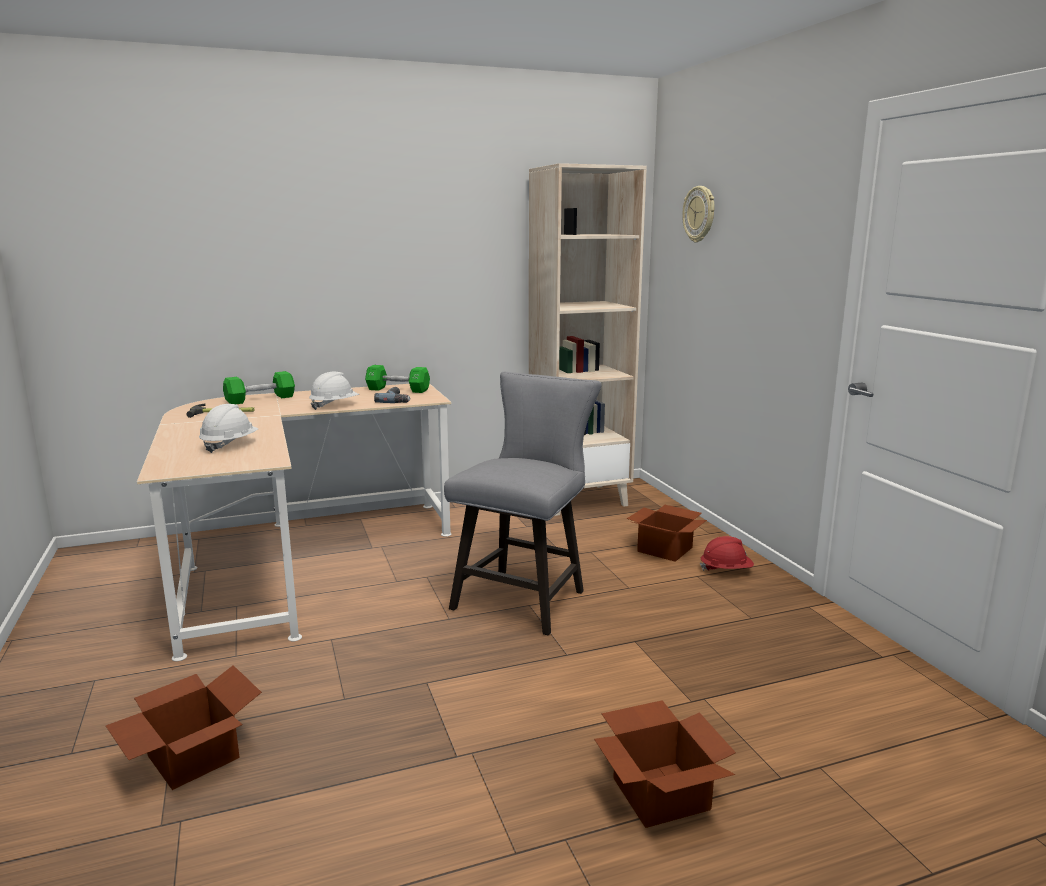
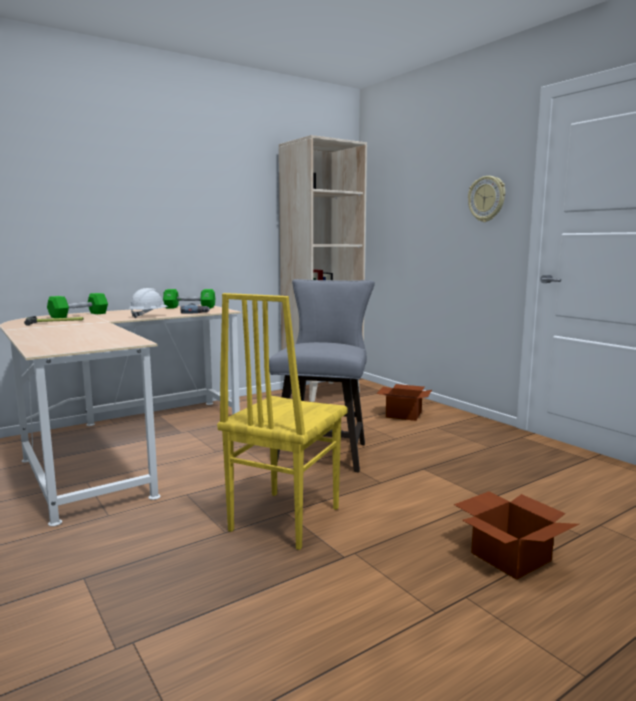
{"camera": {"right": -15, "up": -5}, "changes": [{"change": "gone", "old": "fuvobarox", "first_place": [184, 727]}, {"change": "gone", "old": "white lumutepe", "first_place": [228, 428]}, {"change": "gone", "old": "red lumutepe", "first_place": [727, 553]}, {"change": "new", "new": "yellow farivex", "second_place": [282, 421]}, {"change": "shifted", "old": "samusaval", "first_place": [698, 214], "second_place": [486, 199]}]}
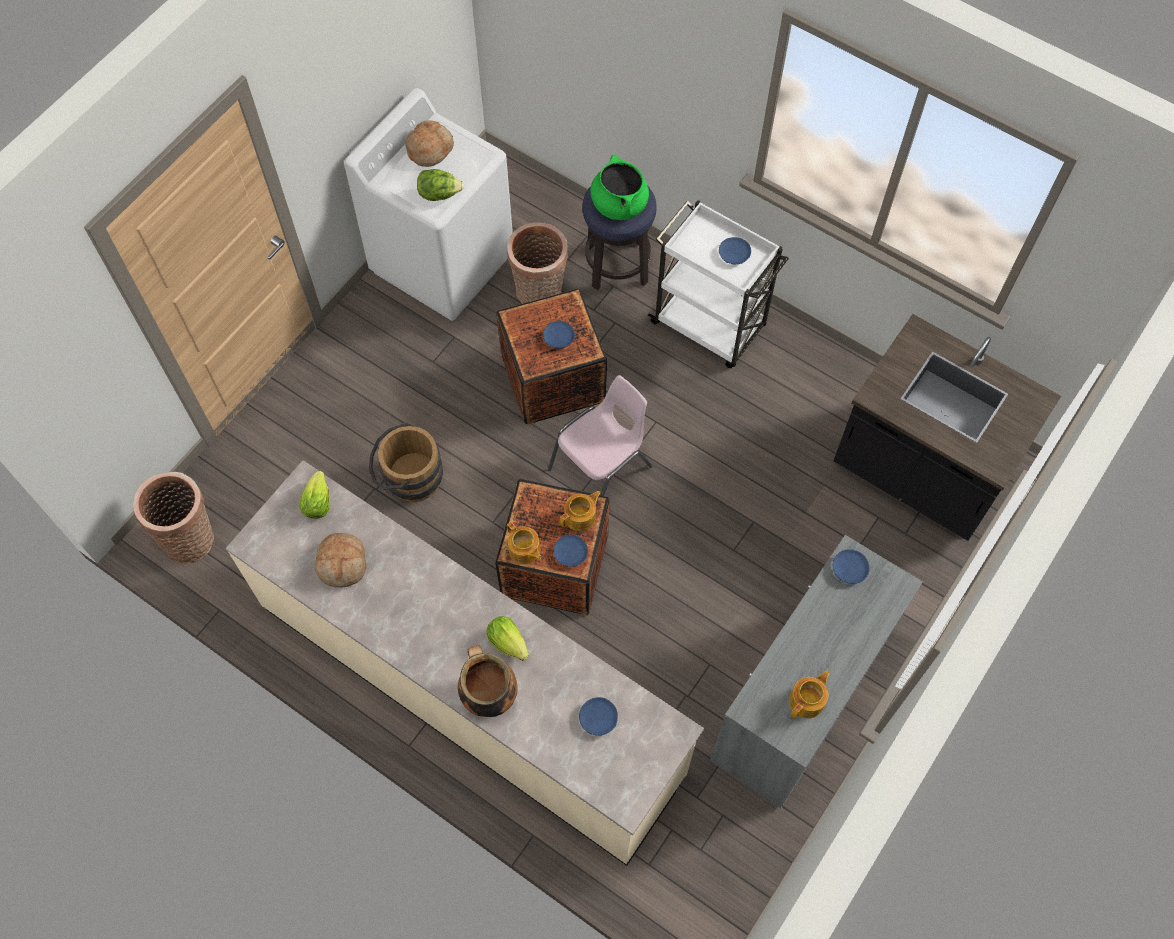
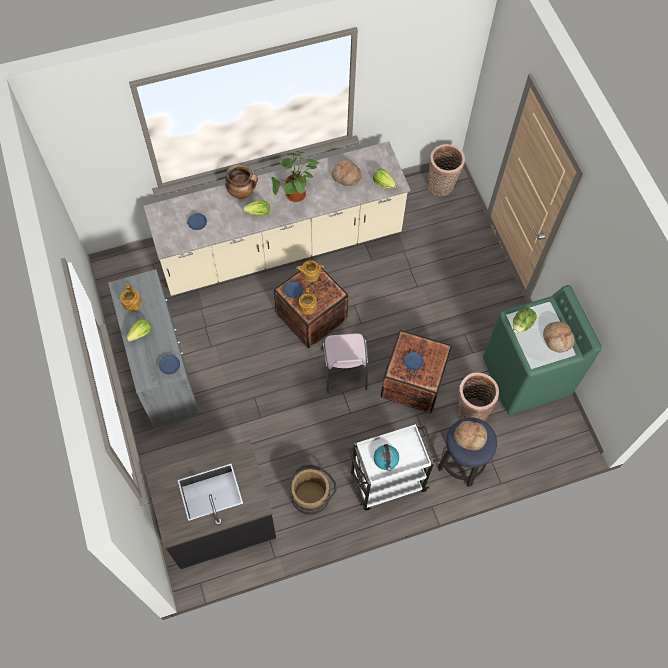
{"camera": {"right": 125, "up": 0}, "changes": [{"change": "new", "new": "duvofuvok", "second_place": [139, 330]}, {"change": "new", "new": "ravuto", "second_place": [295, 176]}, {"change": "shifted", "old": "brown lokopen", "first_place": [406, 462], "second_place": [313, 490]}, {"change": "swapped", "old": "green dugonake", "new": "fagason", "first_place": [619, 187], "second_place": [470, 436]}, {"change": "swapped", "old": "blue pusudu", "new": "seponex", "first_place": [735, 250], "second_place": [386, 457]}, {"change": "repainted", "old": "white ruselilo", "new": "green ruselilo", "first_place": [428, 204], "second_place": [542, 350]}]}
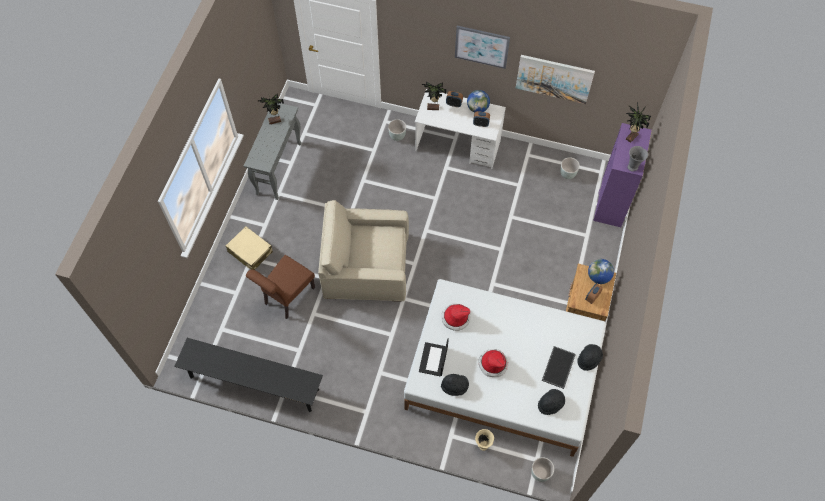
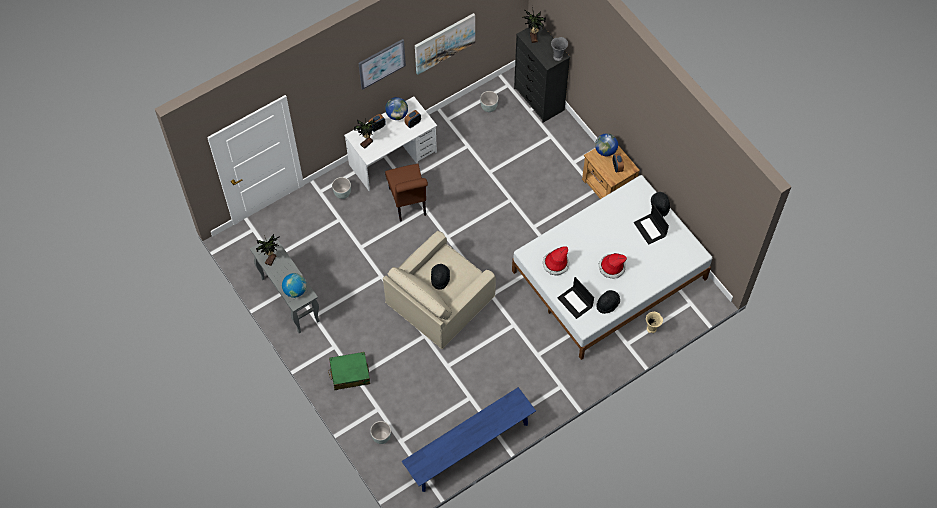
{"camera": {"right": -50, "up": 0}, "changes": [{"change": "new", "new": "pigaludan", "second_place": [294, 285]}, {"change": "shifted", "old": "brown farivex", "first_place": [280, 287], "second_place": [406, 193]}, {"change": "shifted", "old": "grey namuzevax", "first_place": [542, 469], "second_place": [380, 432]}, {"change": "shifted", "old": "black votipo", "first_place": [551, 402], "second_place": [440, 277]}, {"change": "swapped", "old": "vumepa", "new": "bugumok", "first_place": [559, 367], "second_place": [651, 224]}, {"change": "repainted", "old": "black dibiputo", "new": "blue dibiputo", "first_place": [248, 375], "second_place": [469, 439]}, {"change": "repainted", "old": "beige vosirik", "new": "green vosirik", "first_place": [249, 248], "second_place": [349, 371]}, {"change": "repainted", "old": "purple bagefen", "new": "black bagefen", "first_place": [622, 175], "second_place": [542, 74]}]}
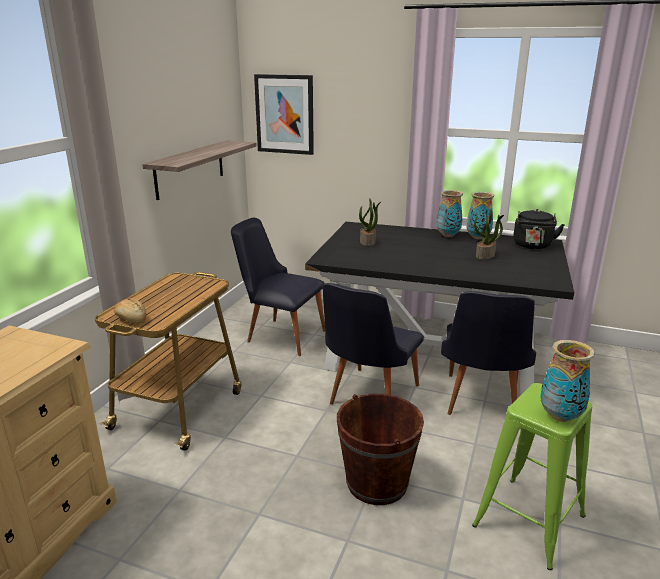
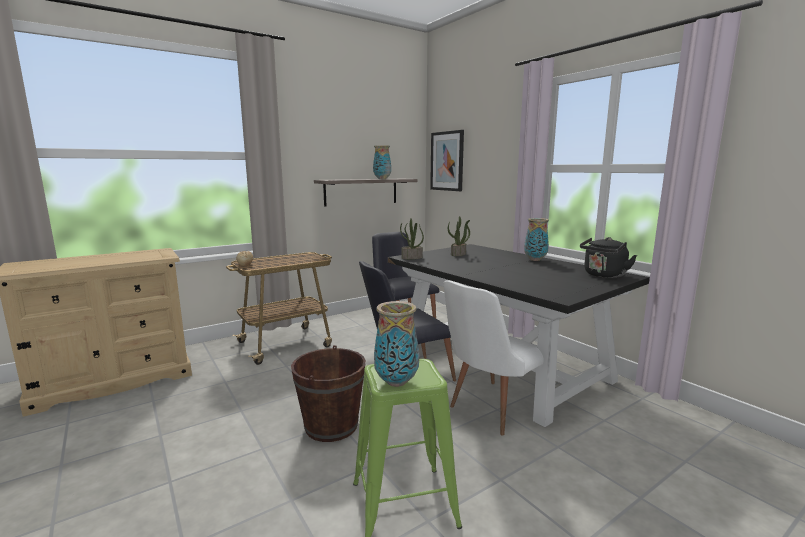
{"camera": {"right": 35, "up": -10}, "changes": [{"change": "shifted", "old": "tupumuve", "first_place": [480, 216], "second_place": [382, 162]}, {"change": "shifted", "old": "ravuto", "first_place": [489, 234], "second_place": [412, 238]}, {"change": "repainted", "old": "black farivex", "new": "white farivex", "first_place": [488, 353], "second_place": [493, 358]}]}
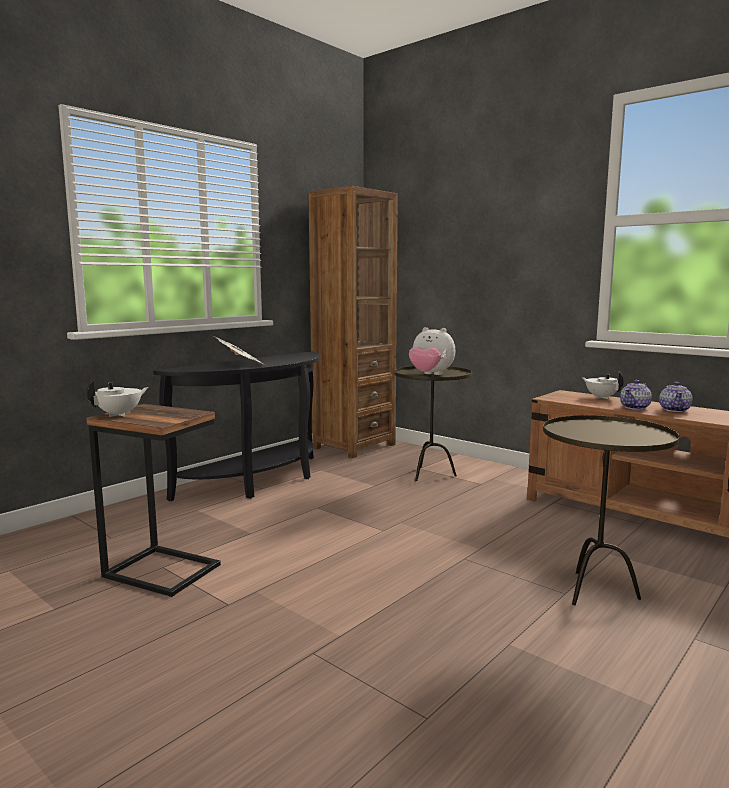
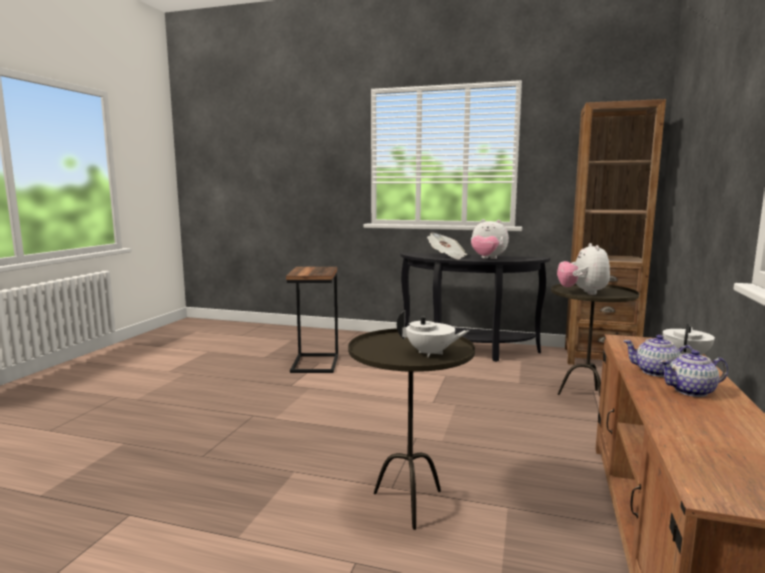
{"camera": {"right": 65, "up": 0}, "changes": [{"change": "new", "new": "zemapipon", "second_place": [490, 239]}, {"change": "shifted", "old": "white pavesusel", "first_place": [118, 398], "second_place": [433, 333]}]}
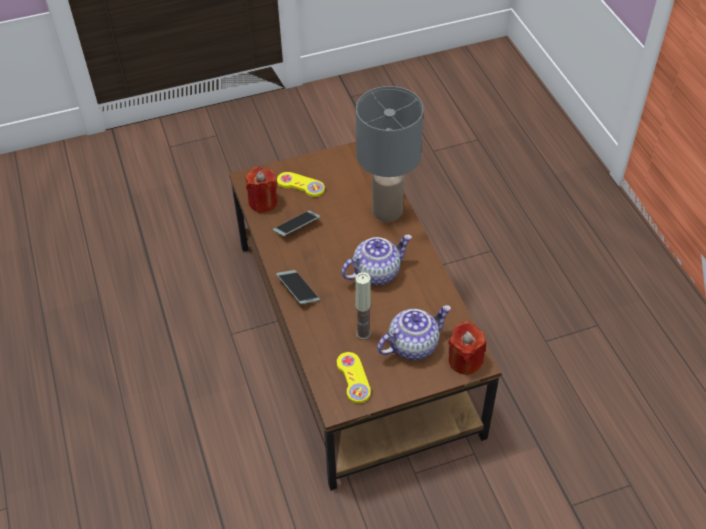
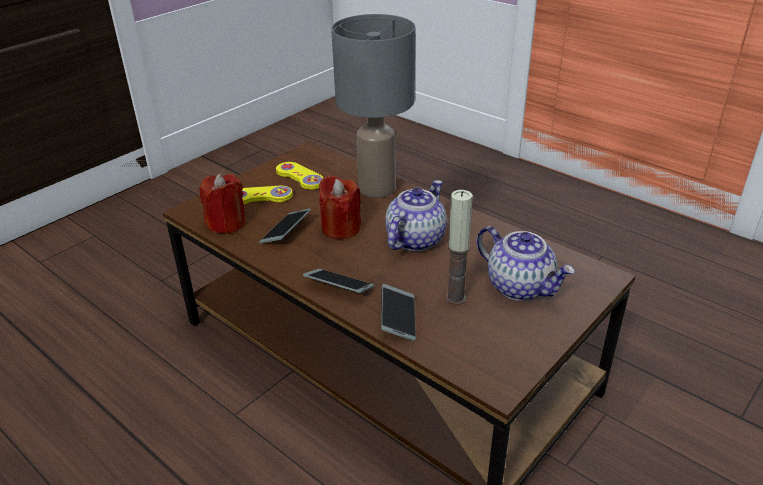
{"camera": {"right": -30, "up": -15}, "changes": [{"change": "new", "new": "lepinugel", "second_place": [398, 312]}, {"change": "shifted", "old": "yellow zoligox", "first_place": [354, 378], "second_place": [300, 176]}, {"change": "shifted", "old": "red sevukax", "first_place": [467, 348], "second_place": [340, 207]}, {"change": "rotated", "old": "pavesusel", "first_place": [414, 332], "second_place": [526, 263], "degrees": 105}]}
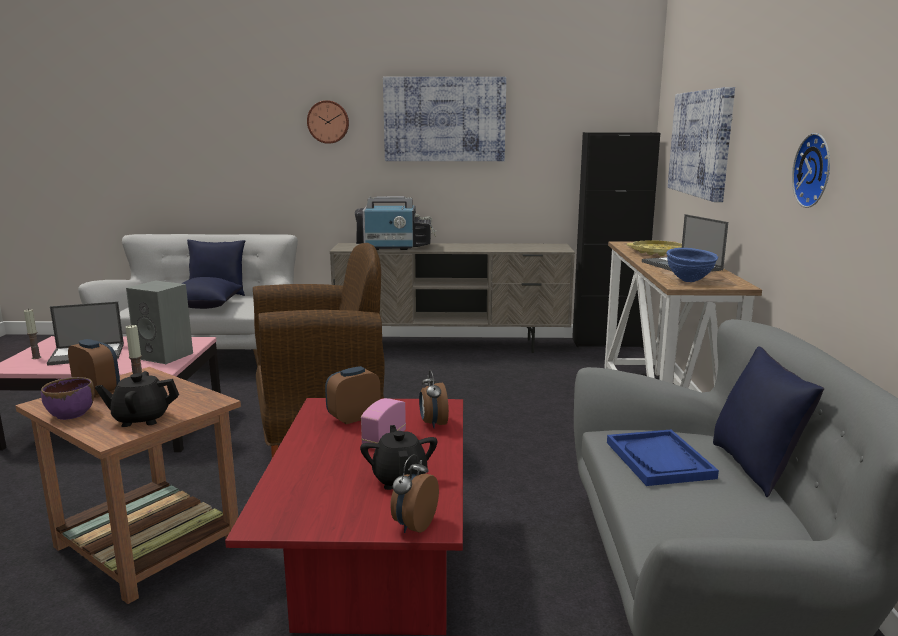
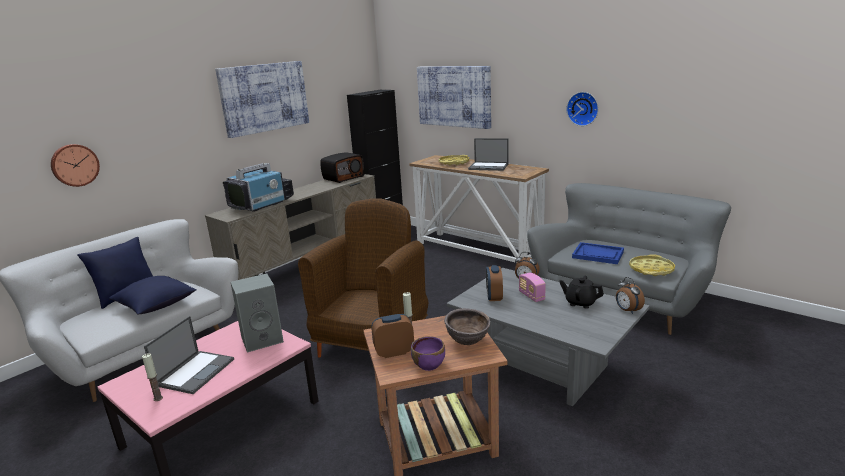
{"camera": {"right": -50, "up": 5}, "changes": [{"change": "gone", "old": "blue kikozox", "first_place": [692, 265]}, {"change": "gone", "old": "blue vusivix", "first_place": [768, 421]}, {"change": "new", "new": "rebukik", "second_place": [342, 167]}, {"change": "new", "new": "yellow vumepa", "second_place": [652, 265]}, {"change": "shifted", "old": "samusaval", "first_place": [328, 122], "second_place": [75, 165]}, {"change": "swapped", "old": "black pavesusel", "new": "brown kikozox", "first_place": [137, 399], "second_place": [467, 326]}, {"change": "repainted", "old": "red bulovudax", "new": "grey bulovudax", "first_place": [344, 516], "second_place": [548, 337]}]}
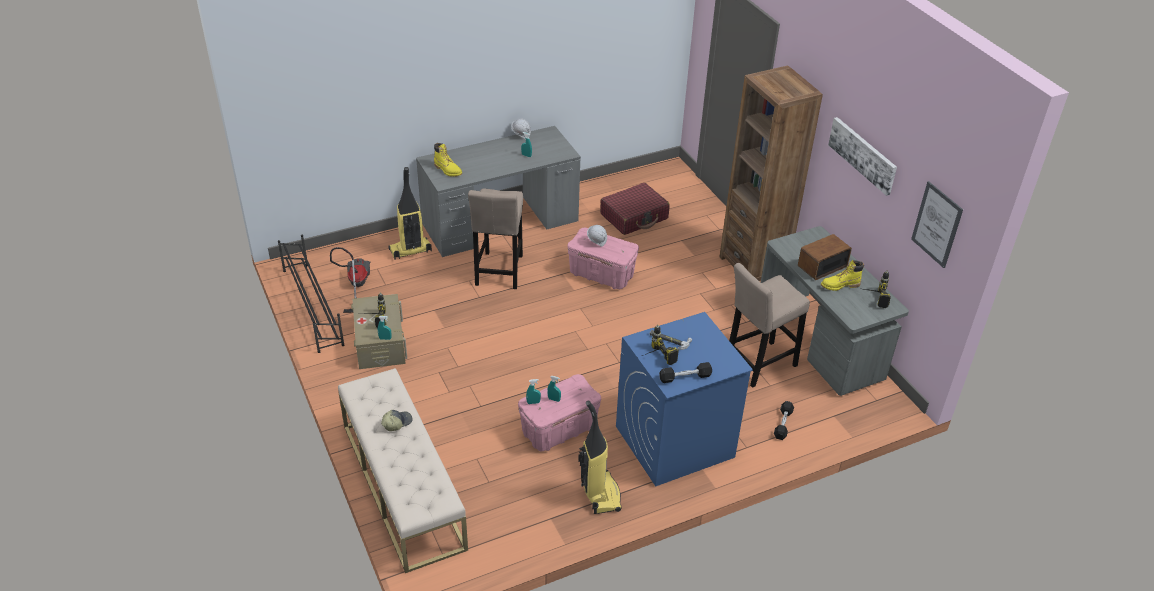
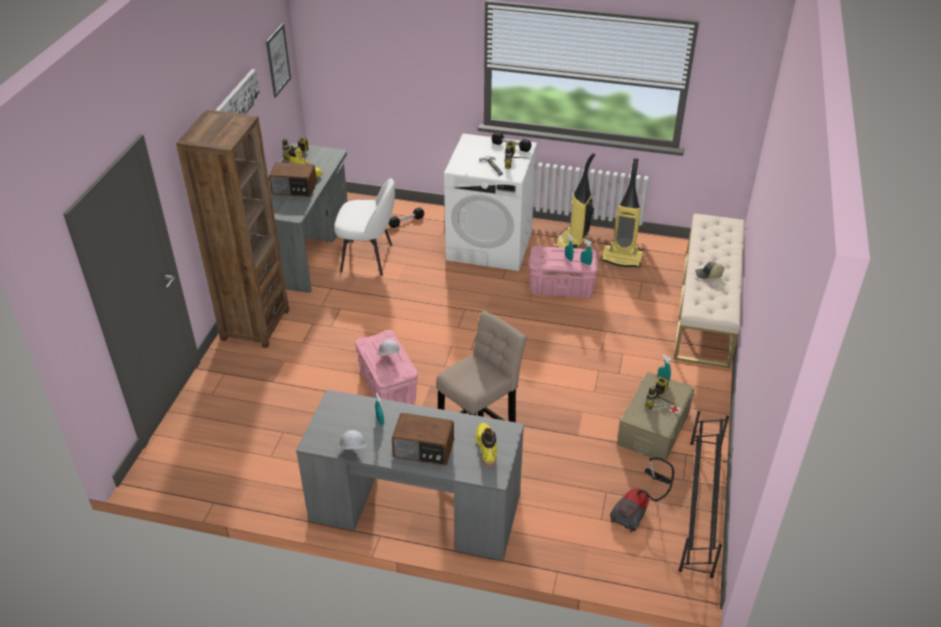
{"camera": {"right": -140, "up": 0}, "changes": [{"change": "gone", "old": "red vosirik", "first_place": [635, 209]}, {"change": "new", "new": "rebukik", "second_place": [423, 439]}, {"change": "shifted", "old": "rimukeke", "first_place": [410, 213], "second_place": [622, 212]}, {"change": "swapped", "old": "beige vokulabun", "new": "white farivex", "first_place": [769, 325], "second_place": [364, 227]}, {"change": "repainted", "old": "blue ruselilo", "new": "white ruselilo", "first_place": [684, 399], "second_place": [490, 202]}]}
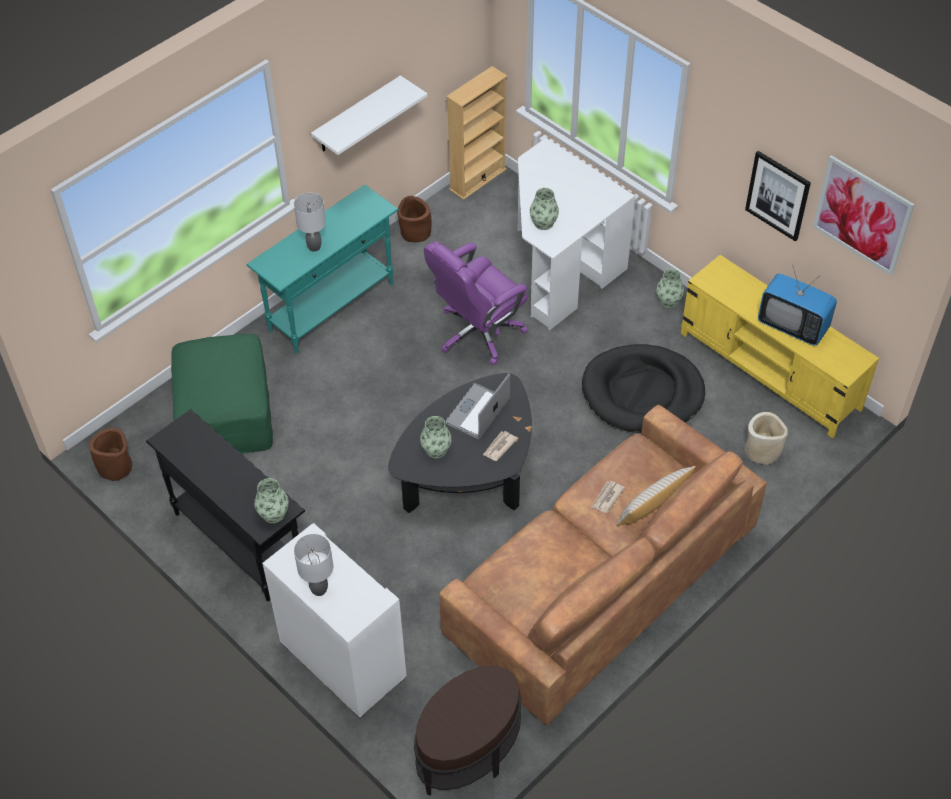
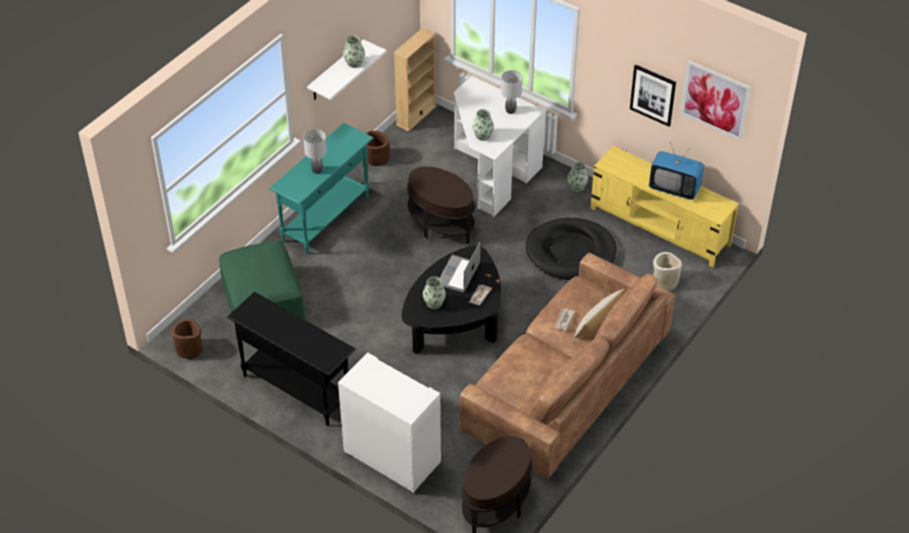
{"camera": {"right": -10, "up": -5}, "changes": [{"change": "shifted", "old": "tupumuve", "first_place": [271, 500], "second_place": [354, 51]}, {"change": "shifted", "old": "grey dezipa", "first_place": [313, 565], "second_place": [511, 92]}, {"change": "swapped", "old": "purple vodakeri", "new": "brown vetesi", "first_place": [476, 303], "second_place": [441, 205]}]}
